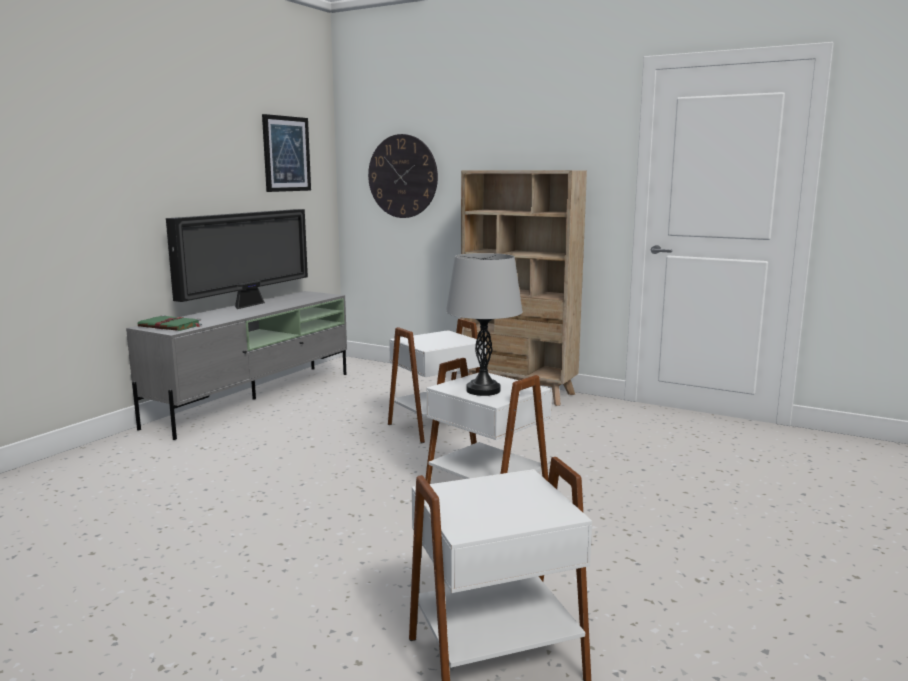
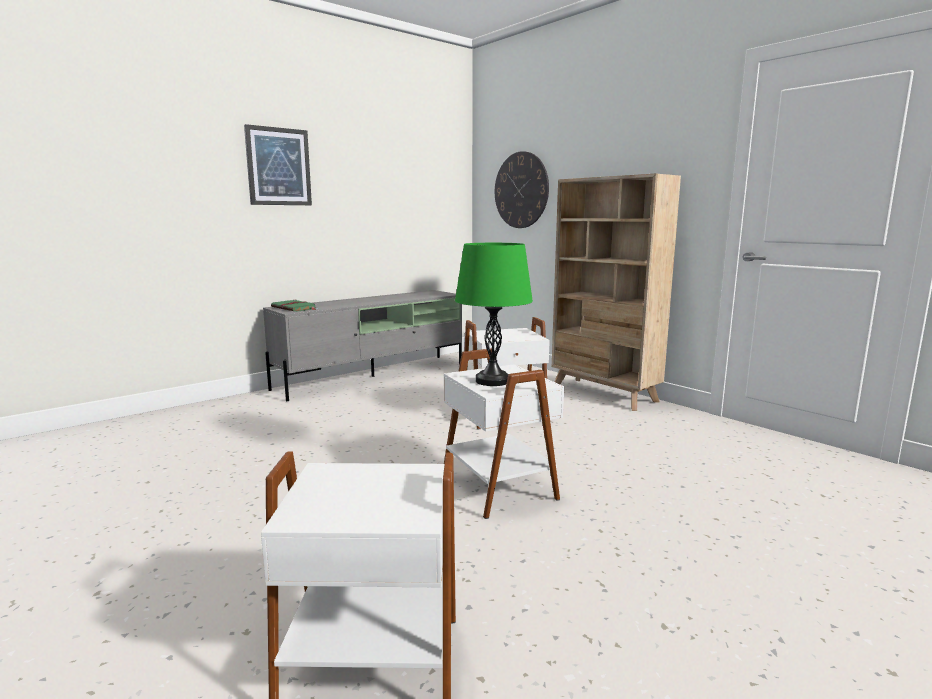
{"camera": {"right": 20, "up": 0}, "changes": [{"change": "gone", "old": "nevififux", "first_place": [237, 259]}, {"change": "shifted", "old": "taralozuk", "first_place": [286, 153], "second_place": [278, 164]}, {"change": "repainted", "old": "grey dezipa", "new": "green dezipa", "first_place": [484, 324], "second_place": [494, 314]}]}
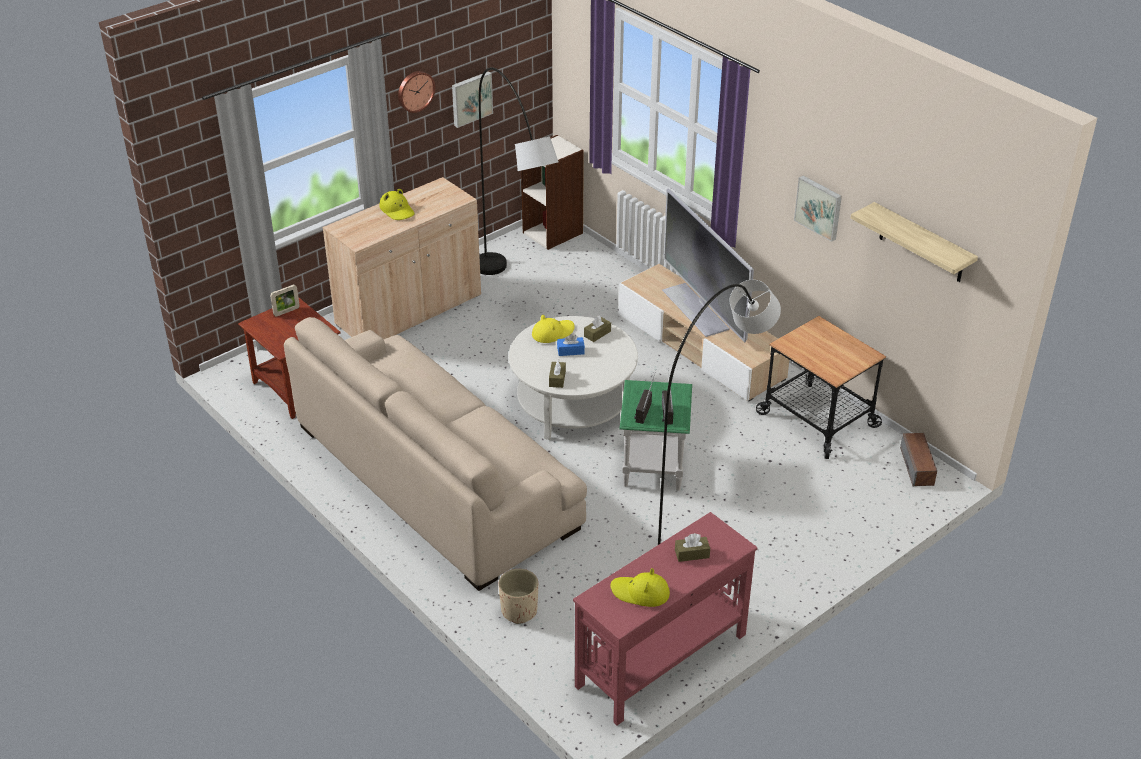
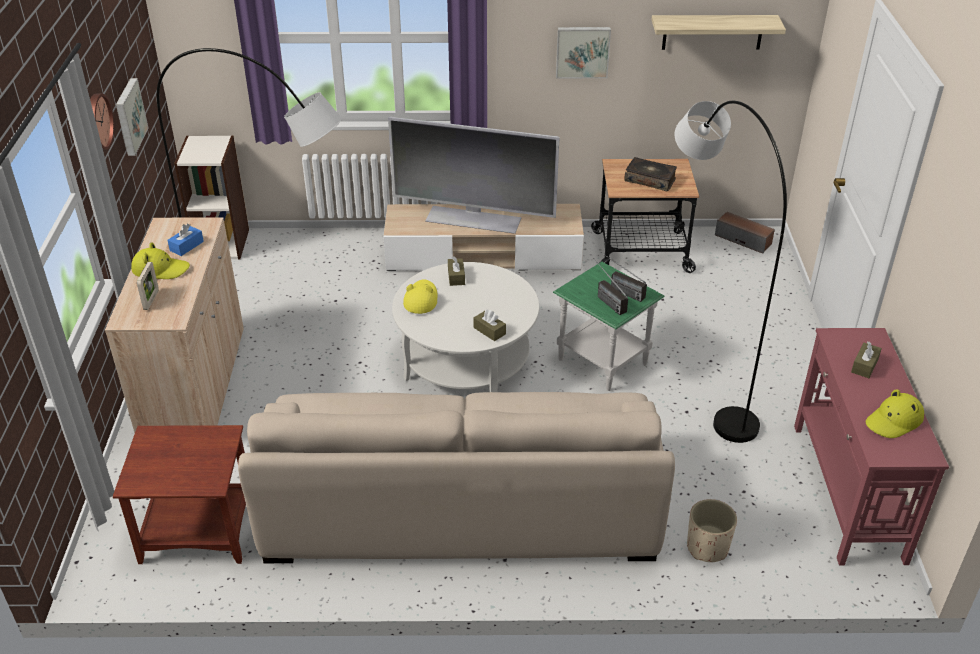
{"camera": {"right": -50, "up": 0}, "changes": [{"change": "new", "new": "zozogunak", "second_place": [650, 174]}, {"change": "shifted", "old": "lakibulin", "first_place": [285, 300], "second_place": [148, 286]}, {"change": "shifted", "old": "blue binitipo", "first_place": [571, 345], "second_place": [185, 240]}]}
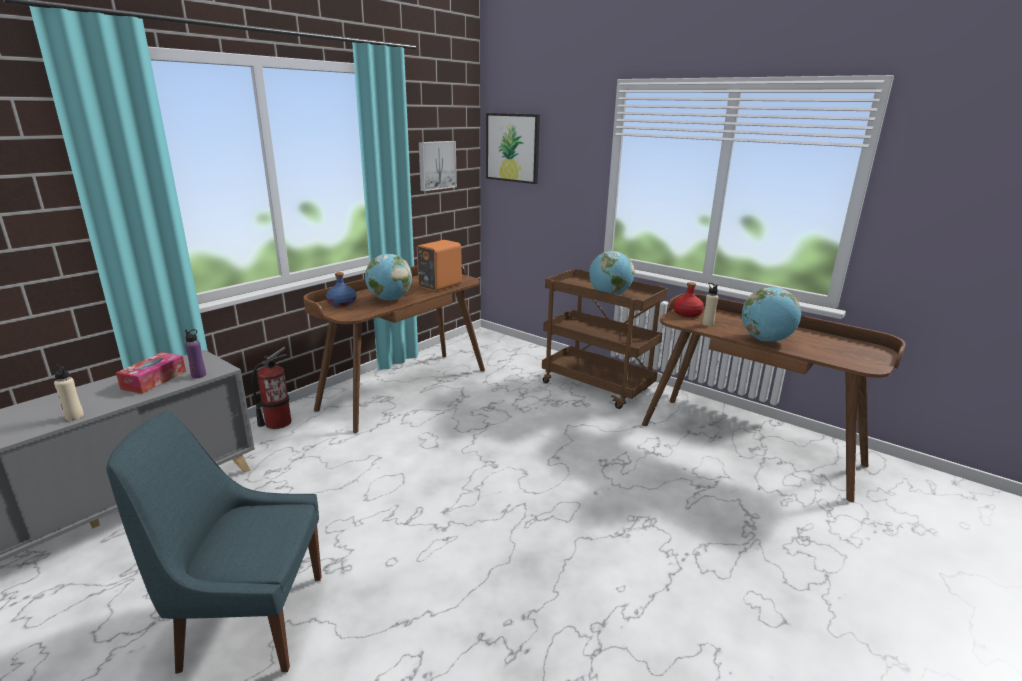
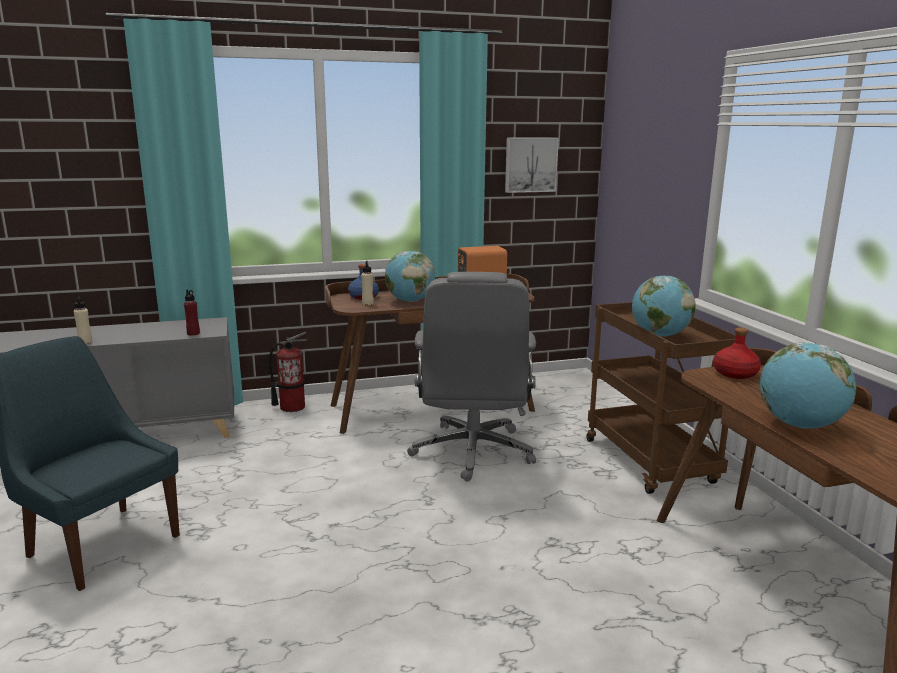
{"camera": {"right": 35, "up": -5}, "changes": [{"change": "gone", "old": "binitipo", "first_place": [151, 373]}, {"change": "gone", "old": "taralozuk", "first_place": [513, 148]}, {"change": "new", "new": "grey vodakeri", "second_place": [471, 377]}, {"change": "shifted", "old": "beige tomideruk", "first_place": [710, 304], "second_place": [367, 283]}, {"change": "repainted", "old": "purple tomideruk", "new": "red tomideruk", "first_place": [195, 353], "second_place": [192, 312]}]}
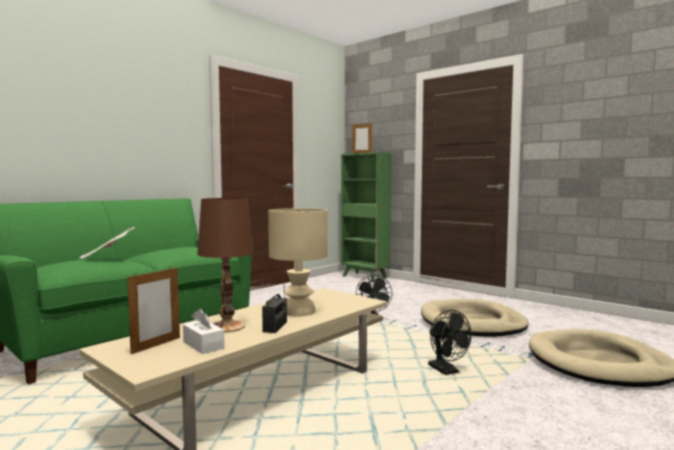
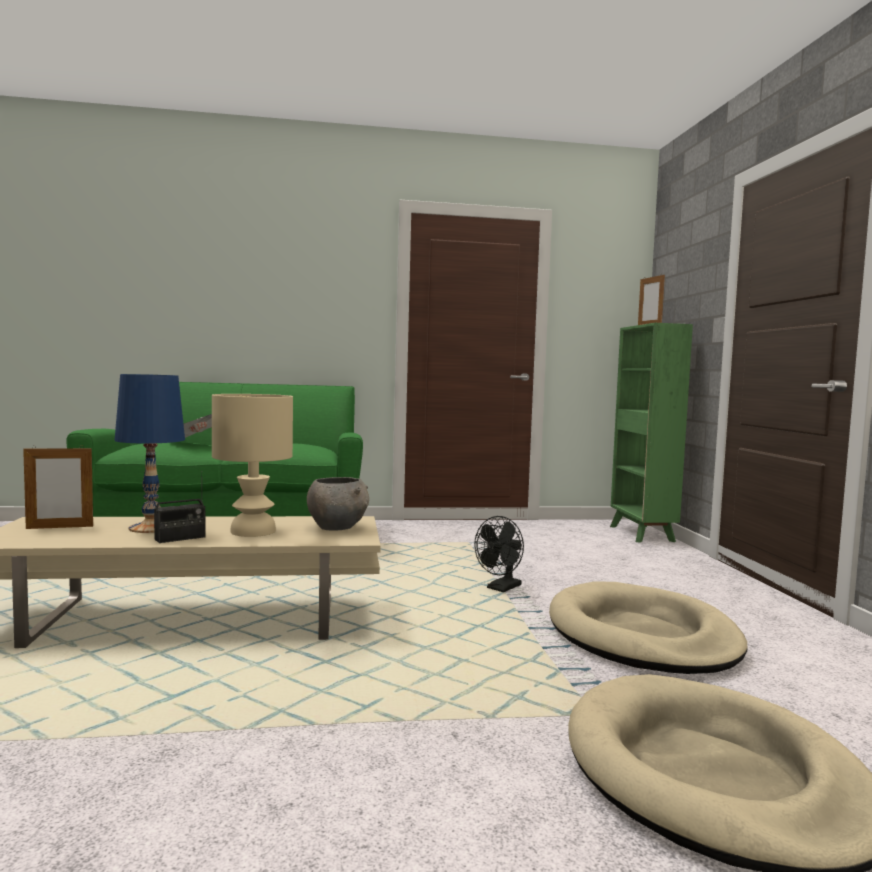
{"camera": {"right": 40, "up": 0}, "changes": [{"change": "gone", "old": "white binitipo", "first_place": [204, 331]}, {"change": "gone", "old": "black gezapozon", "first_place": [449, 342]}, {"change": "new", "new": "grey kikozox", "second_place": [338, 504]}, {"change": "repainted", "old": "brown dezipa", "new": "blue dezipa", "first_place": [225, 265], "second_place": [149, 453]}]}
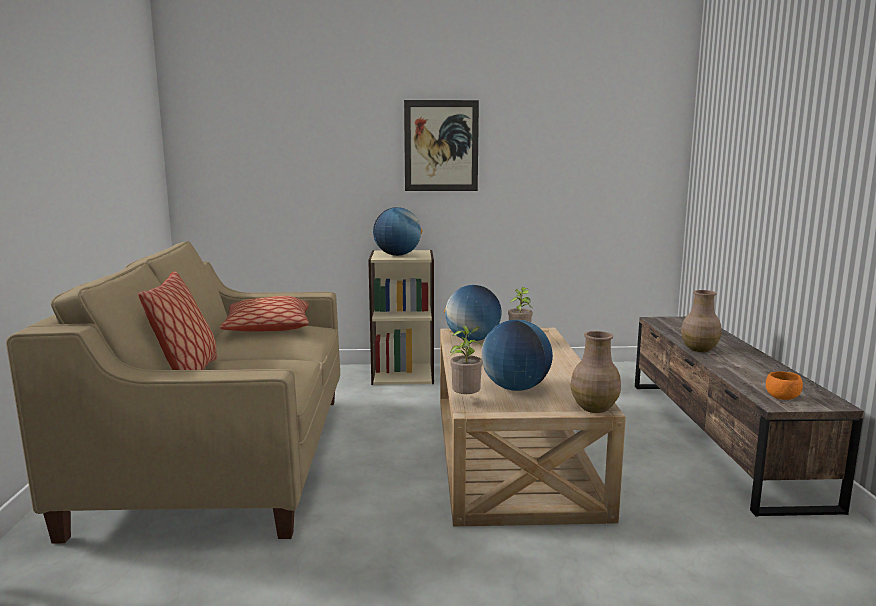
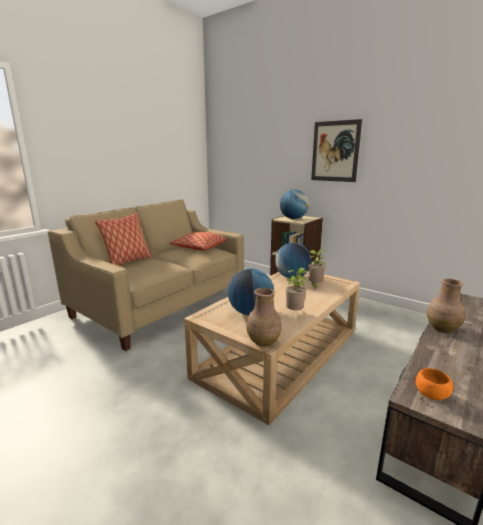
{"camera": {"right": 40, "up": 5}, "changes": [{"change": "shifted", "old": "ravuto", "first_place": [466, 359], "second_place": [297, 289]}]}
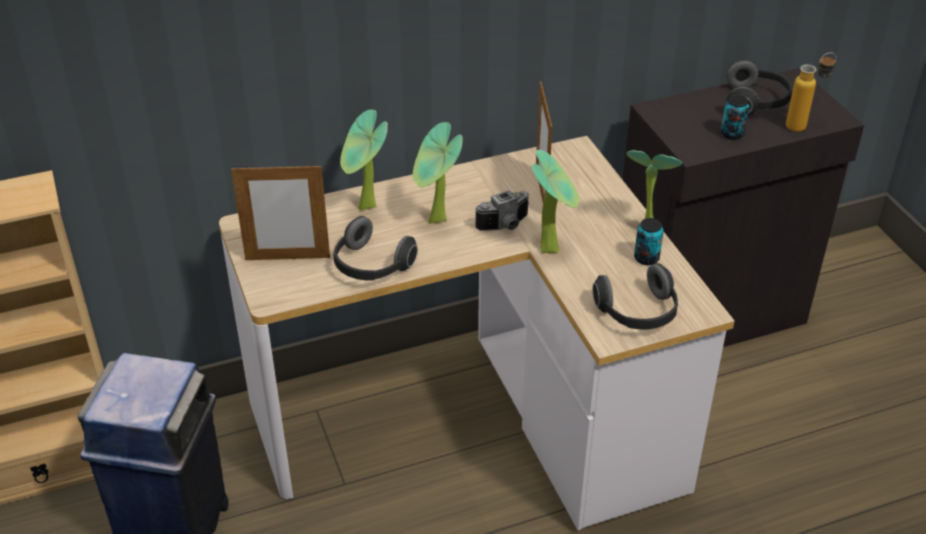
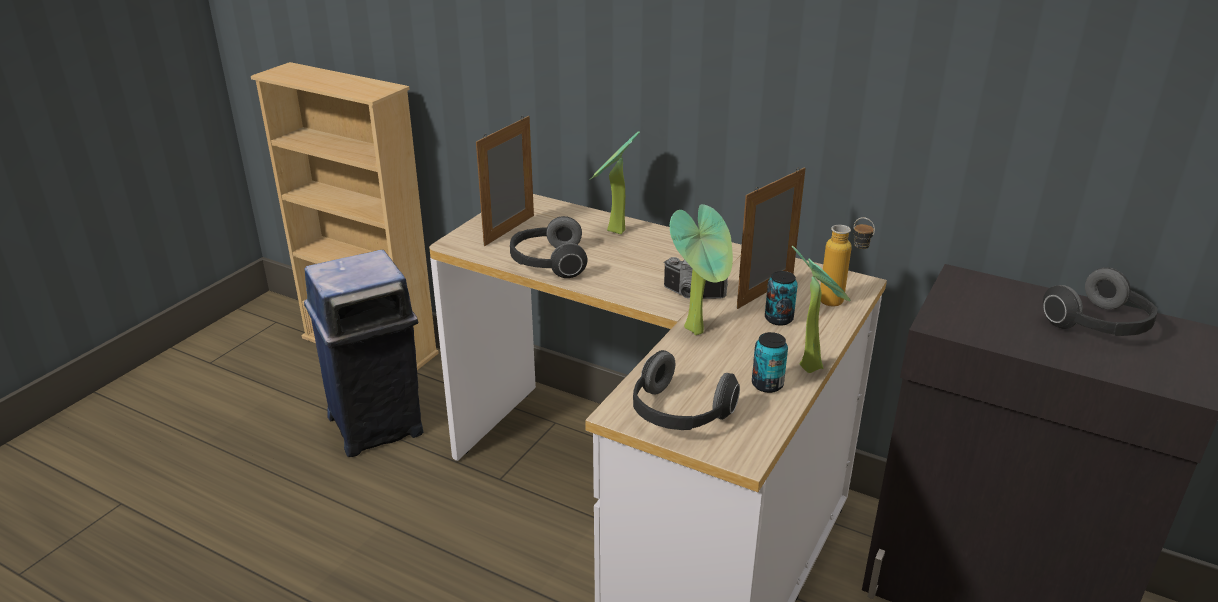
{"camera": {"right": 50, "up": -10}, "changes": [{"change": "gone", "old": "ravuto", "first_place": [438, 173]}, {"change": "shifted", "old": "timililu", "first_place": [735, 117], "second_place": [781, 298]}, {"change": "shifted", "old": "tomideruk", "first_place": [811, 92], "second_place": [847, 261]}, {"change": "rotated", "old": "lakibulin", "first_place": [280, 211], "second_place": [505, 181], "degrees": 75}]}
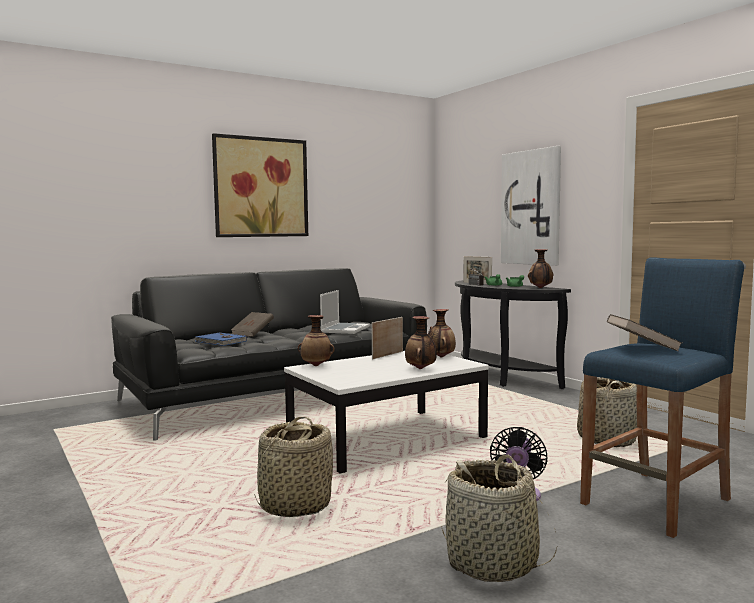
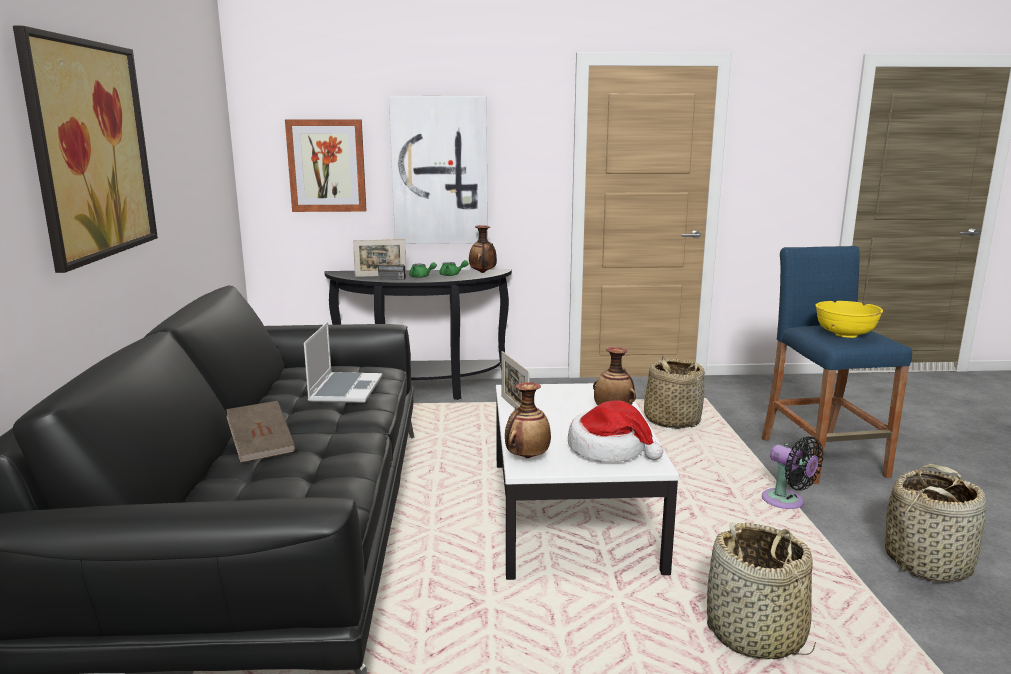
{"camera": {"right": -60, "up": 10}, "changes": [{"change": "gone", "old": "blue zozogunak", "first_place": [221, 339]}, {"change": "gone", "old": "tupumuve", "first_place": [442, 333]}, {"change": "new", "new": "taralozuk", "second_place": [326, 165]}, {"change": "new", "new": "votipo", "second_place": [616, 431]}, {"change": "swapped", "old": "brown zozogunak", "new": "yellow kikozox", "first_place": [644, 333], "second_place": [849, 319]}, {"change": "rotated", "old": "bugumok", "first_place": [345, 312], "second_place": [343, 362], "degrees": 45}]}
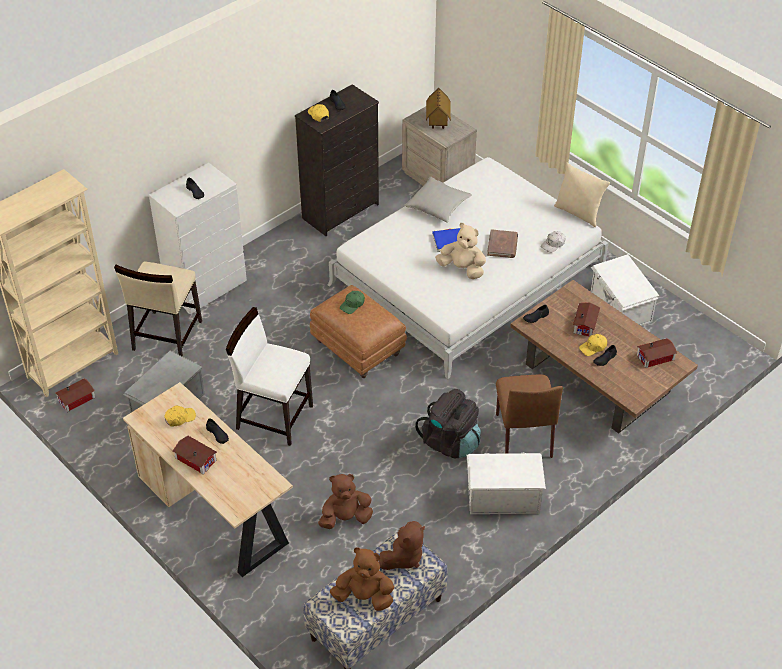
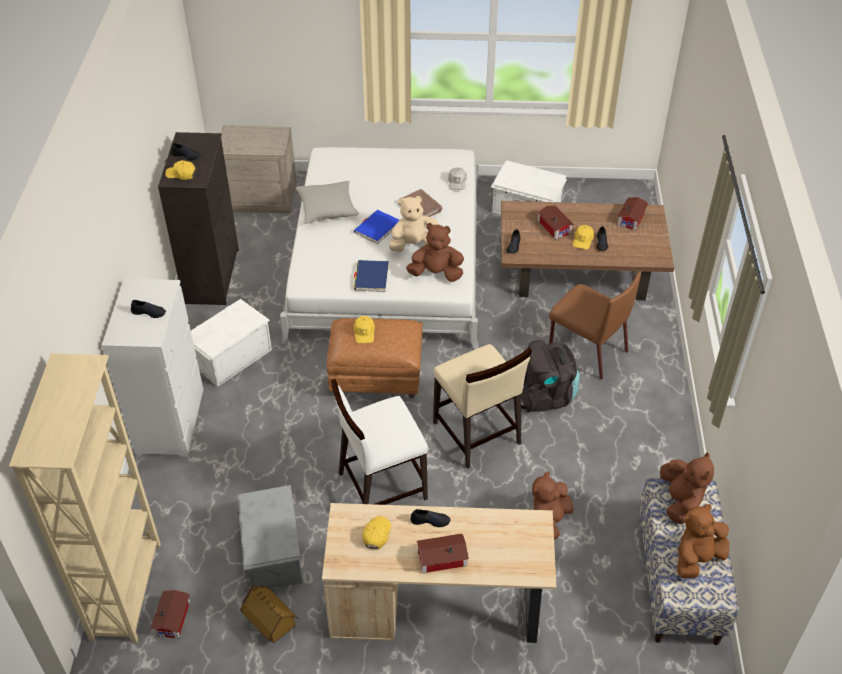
{"camera": {"right": -45, "up": 0}, "changes": [{"change": "gone", "old": "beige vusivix", "first_place": [582, 194]}, {"change": "new", "new": "blue zozogunak", "second_place": [371, 276]}, {"change": "new", "new": "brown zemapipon", "second_place": [435, 252]}, {"change": "shifted", "old": "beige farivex", "first_place": [158, 309], "second_place": [482, 406]}, {"change": "shifted", "old": "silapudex", "first_place": [438, 108], "second_place": [269, 614]}, {"change": "shifted", "old": "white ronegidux", "first_place": [506, 483], "second_place": [231, 343]}, {"change": "repainted", "old": "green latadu", "new": "yellow latadu", "first_place": [352, 302], "second_place": [364, 330]}]}
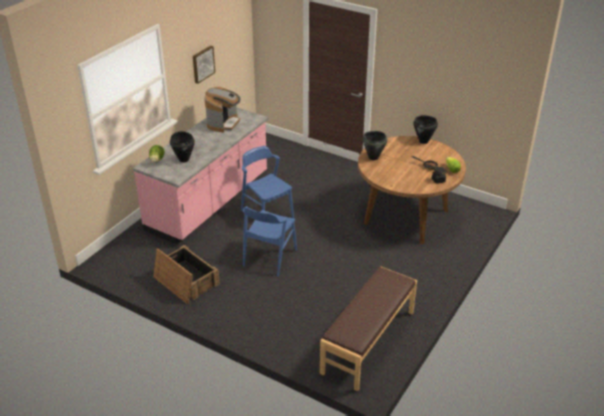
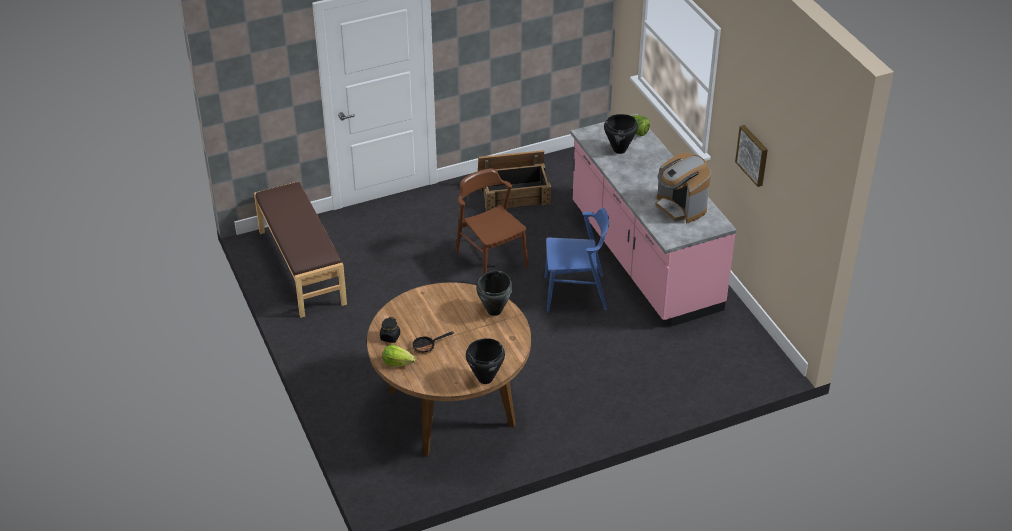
{"camera": {"right": 125, "up": 5}, "changes": [{"change": "repainted", "old": "blue farivex", "new": "brown farivex", "first_place": [270, 241], "second_place": [492, 221]}]}
